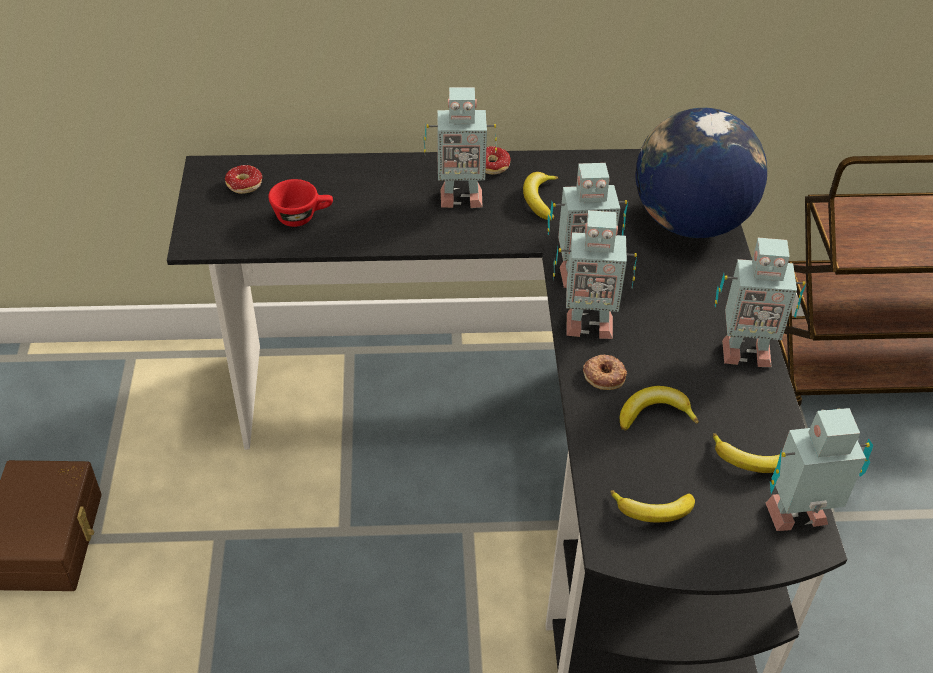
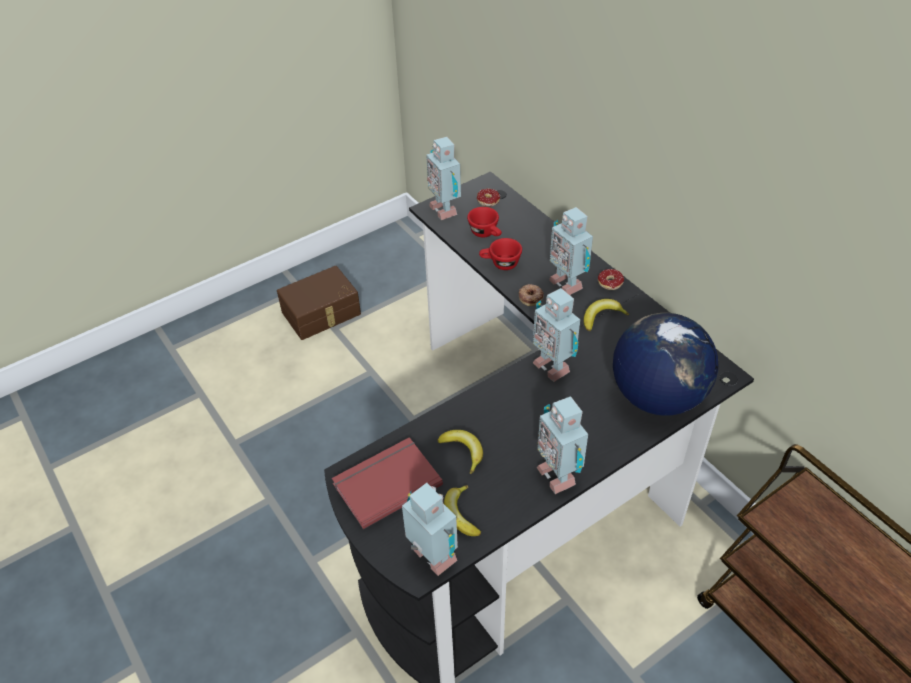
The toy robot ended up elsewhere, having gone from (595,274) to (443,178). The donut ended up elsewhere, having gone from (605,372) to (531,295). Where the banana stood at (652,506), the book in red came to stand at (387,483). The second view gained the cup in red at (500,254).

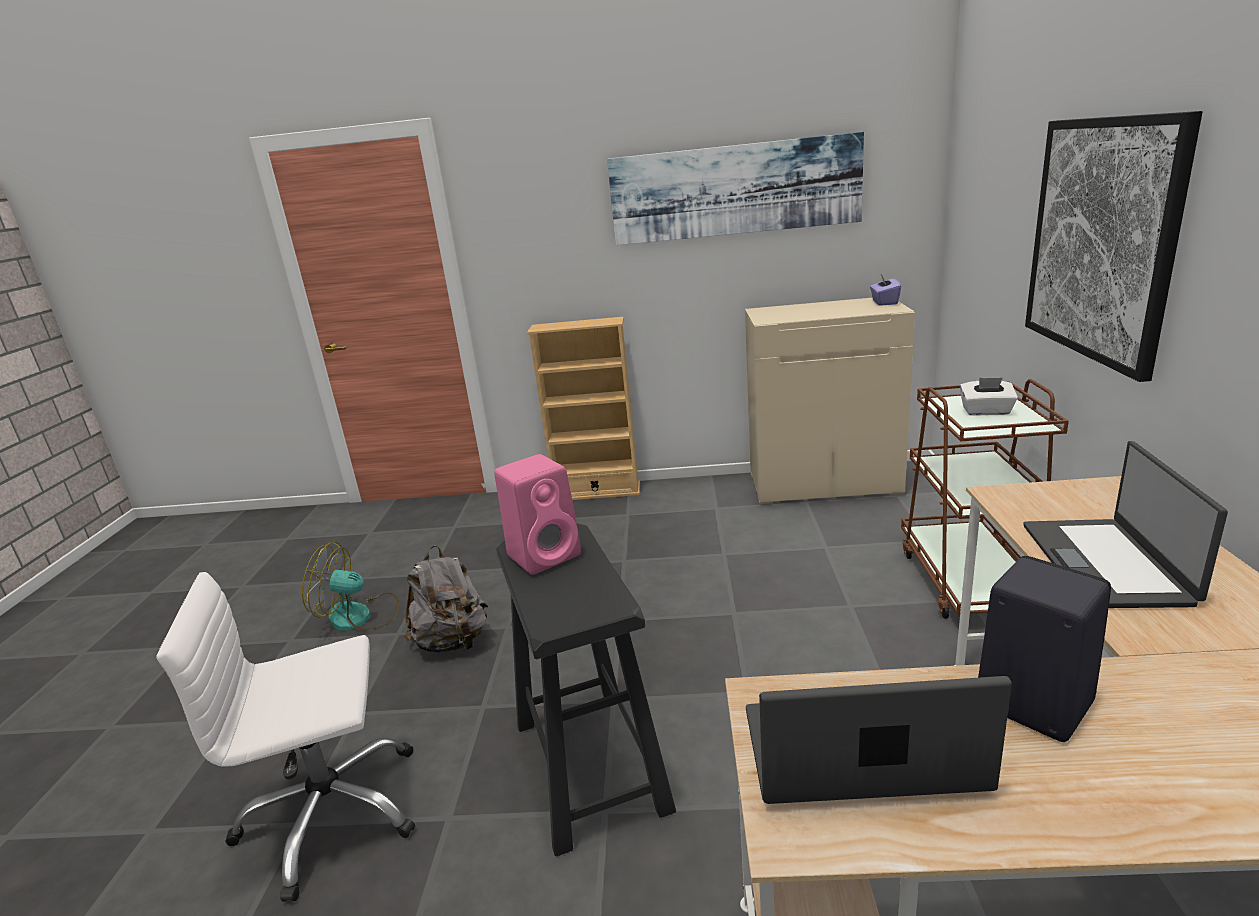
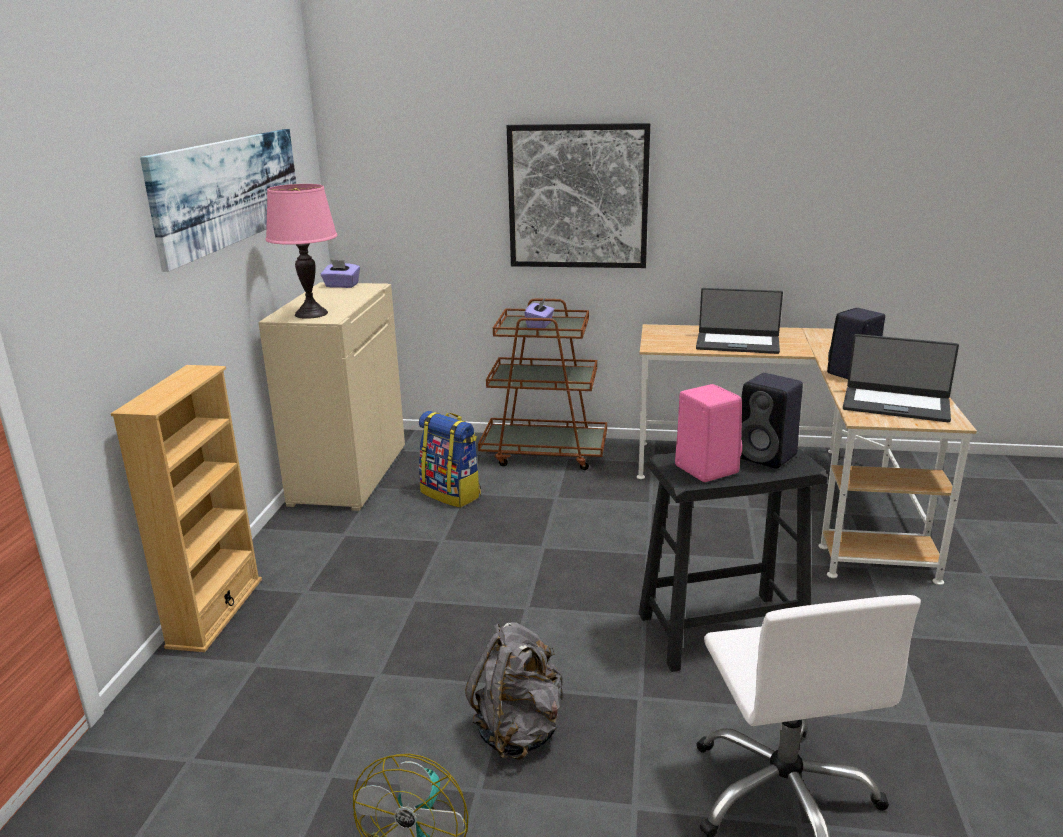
What was the tissue box in white at (989,397) turned into the tissue box in purple at (539,313). The laptop at (879,740) ended up facing another way, 75 degrees counterclockwise from before. The second view gained the table lamp in pink at (301,251). The second view gained the speaker in black at (771,421). The second view gained the backpack at (450,459).

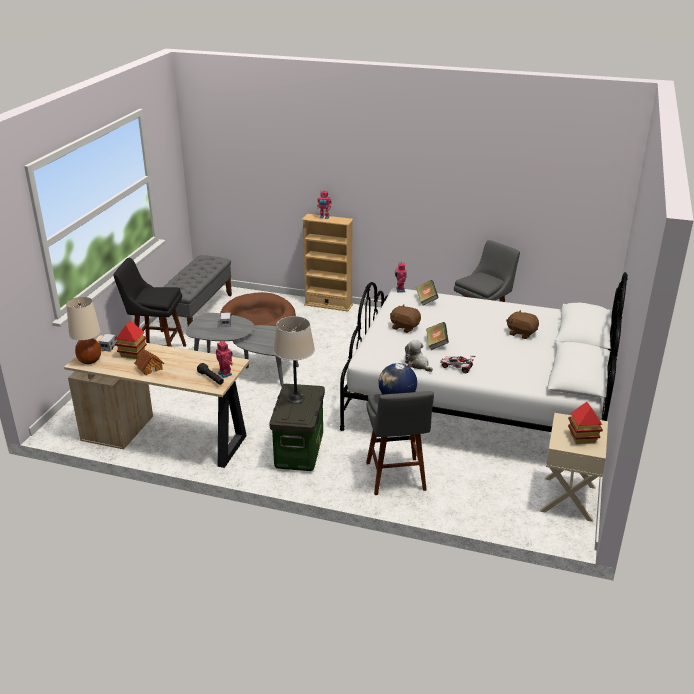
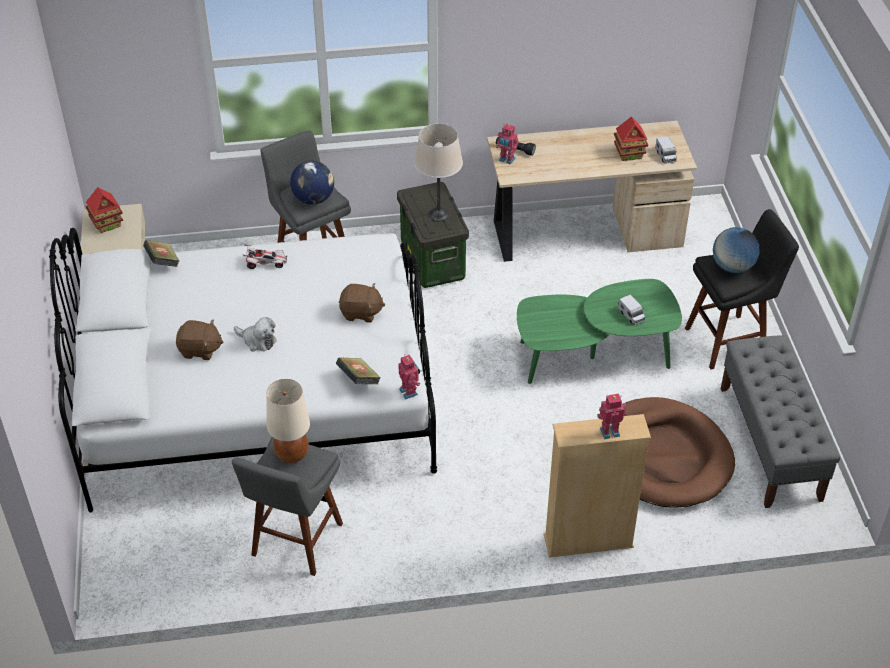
The table lamp in beige ended up elsewhere, having gone from (83,330) to (288,421). What was the coffee table in grey at (242,350) turned into the coffee table in green at (599,331). The book ended up elsewhere, having gone from (437,336) to (161,253). The plush toy ended up elsewhere, having gone from (419,356) to (255,334). The second view lost the toy house at (149,362). The second view gained the globe at (736,250).

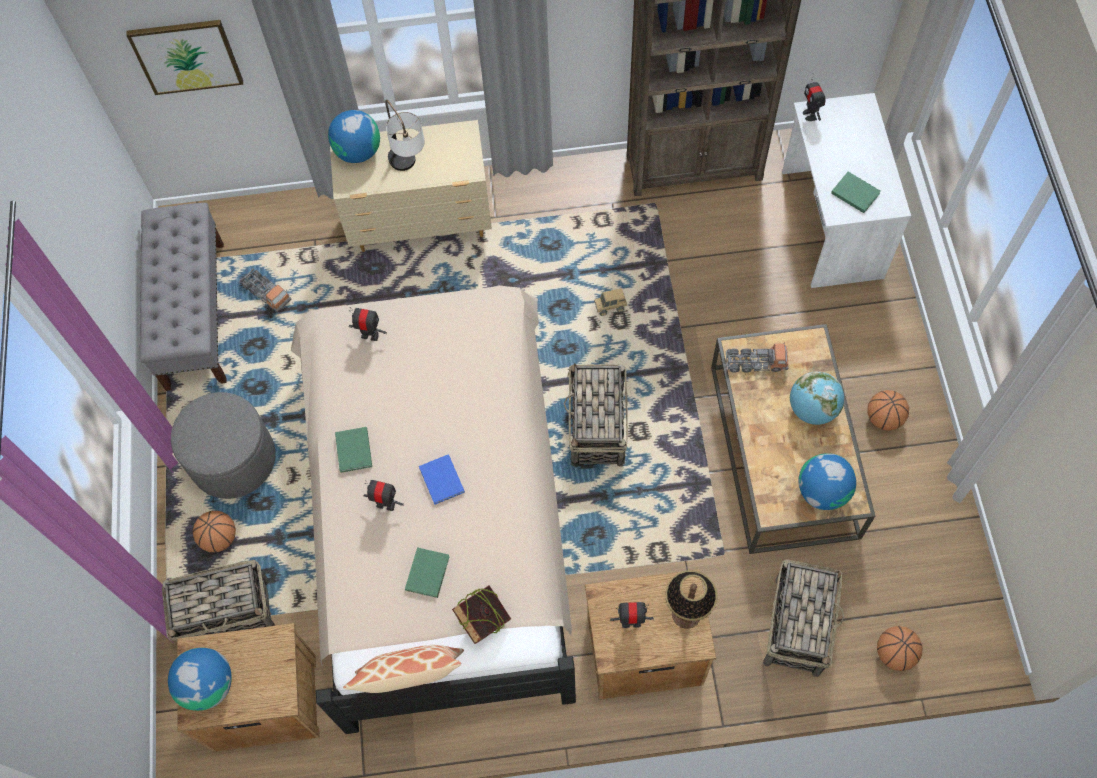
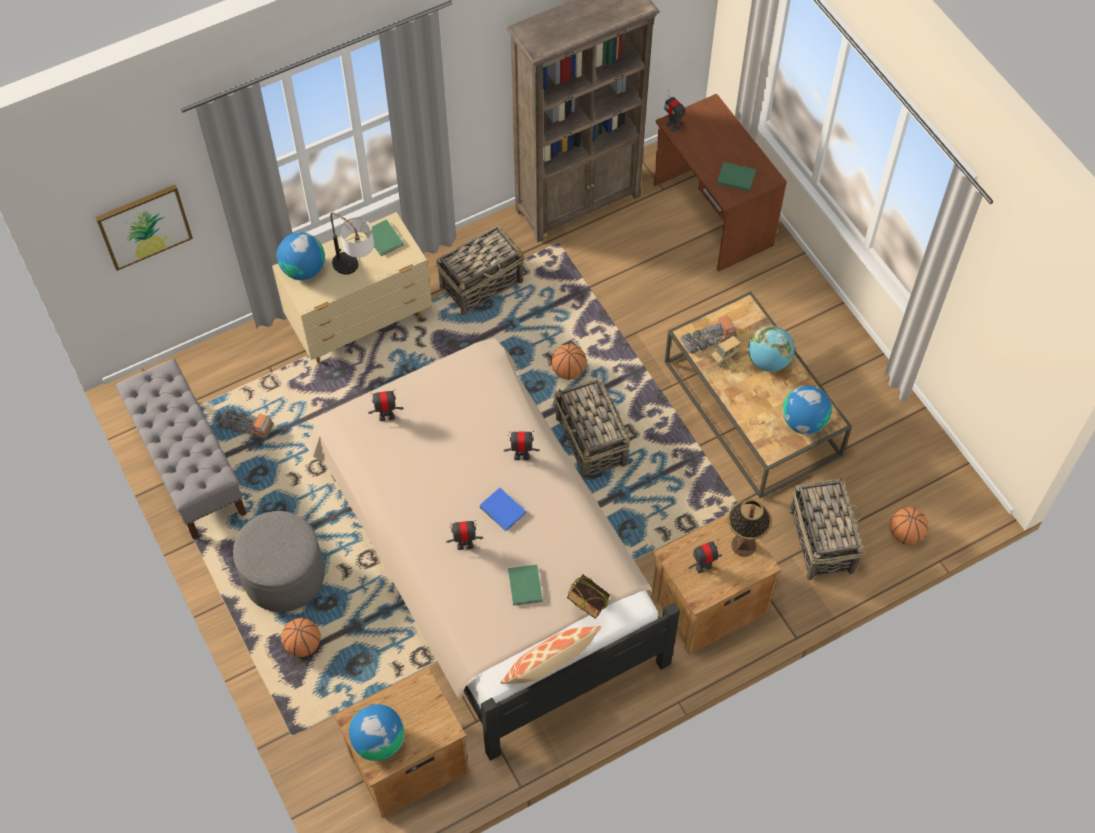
What was the desk in white at (846,190) turned into the desk in brown at (720,183). The toy truck ended up elsewhere, having gone from (610,302) to (725,351). The basketball ended up elsewhere, having gone from (888,410) to (569,362). The book in green ended up elsewhere, having gone from (353,450) to (384,237). The basket ended up elsewhere, having gone from (218,601) to (480,270). The second view gained the toy robot at (522,445).

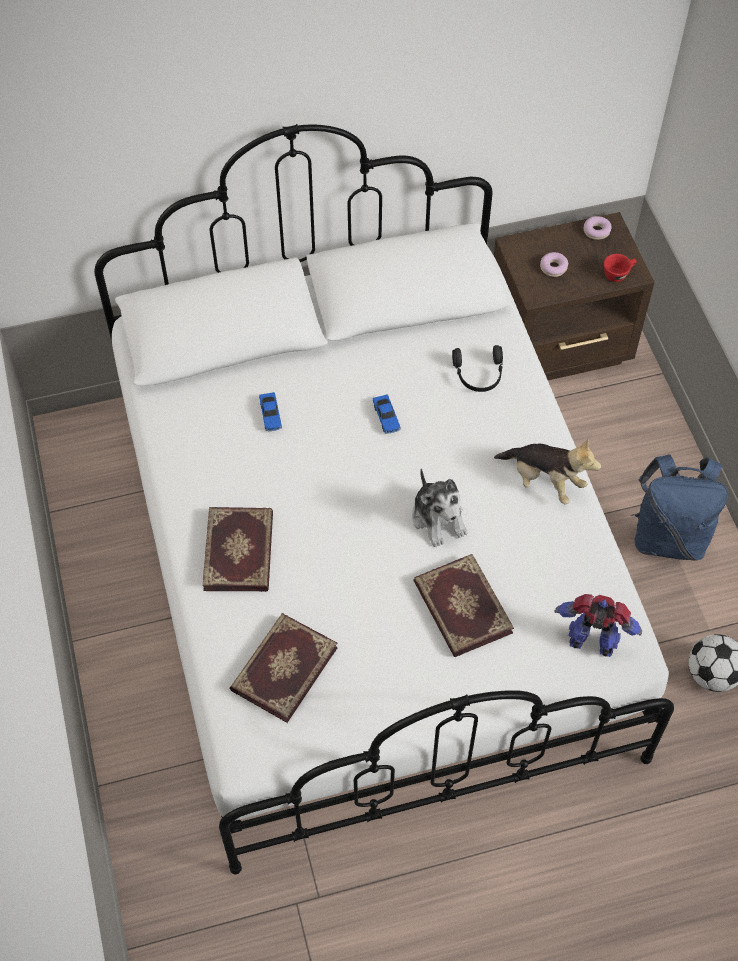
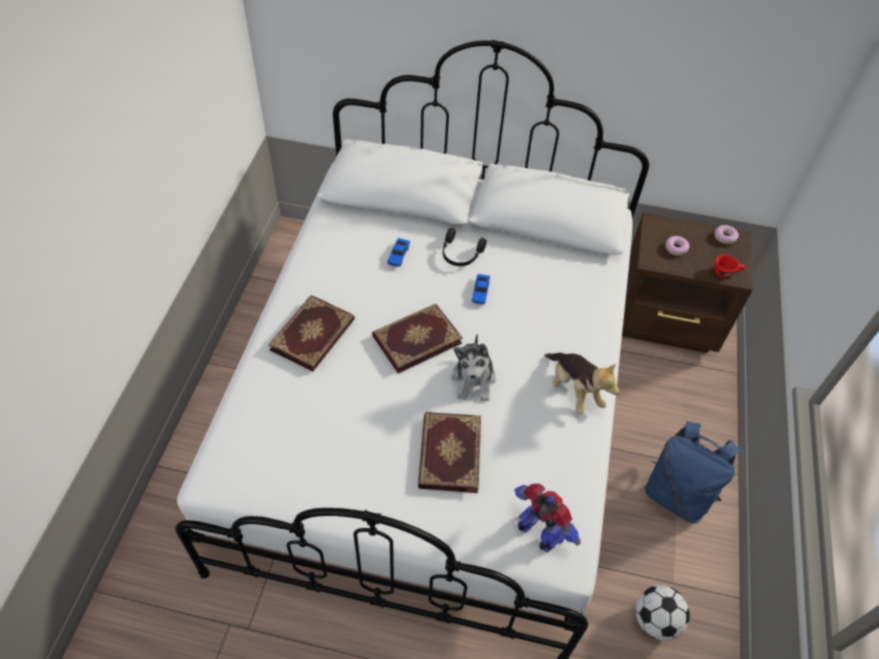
The headphones in black ended up elsewhere, having gone from (477,368) to (465,247). The book ended up elsewhere, having gone from (284,668) to (417,338).

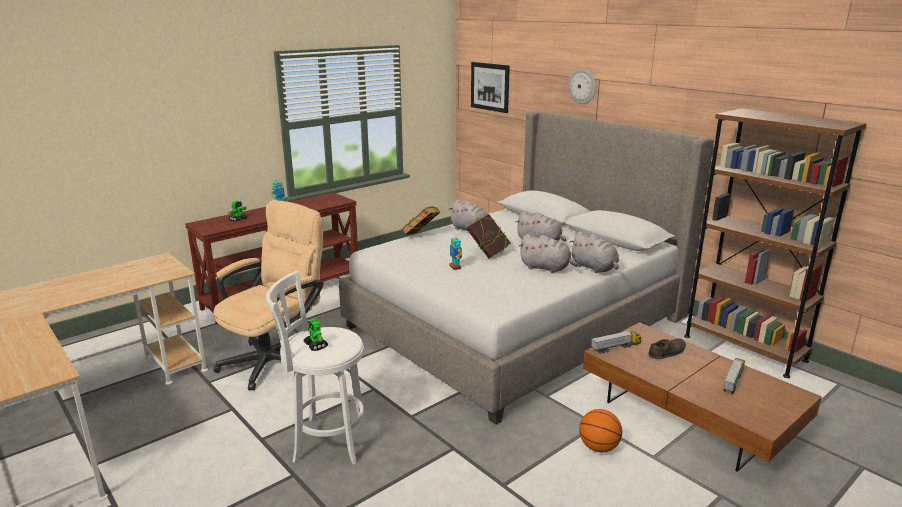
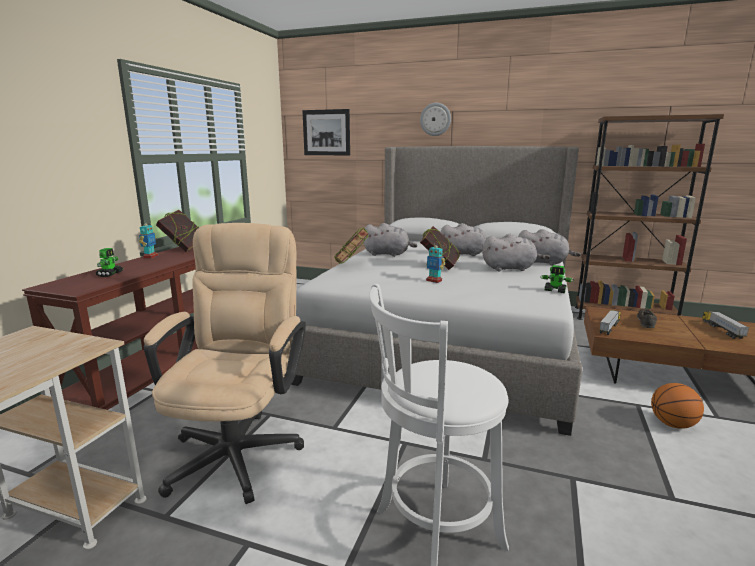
The toy robot ended up elsewhere, having gone from (315,334) to (557,279). The second view gained the book at (177,231).

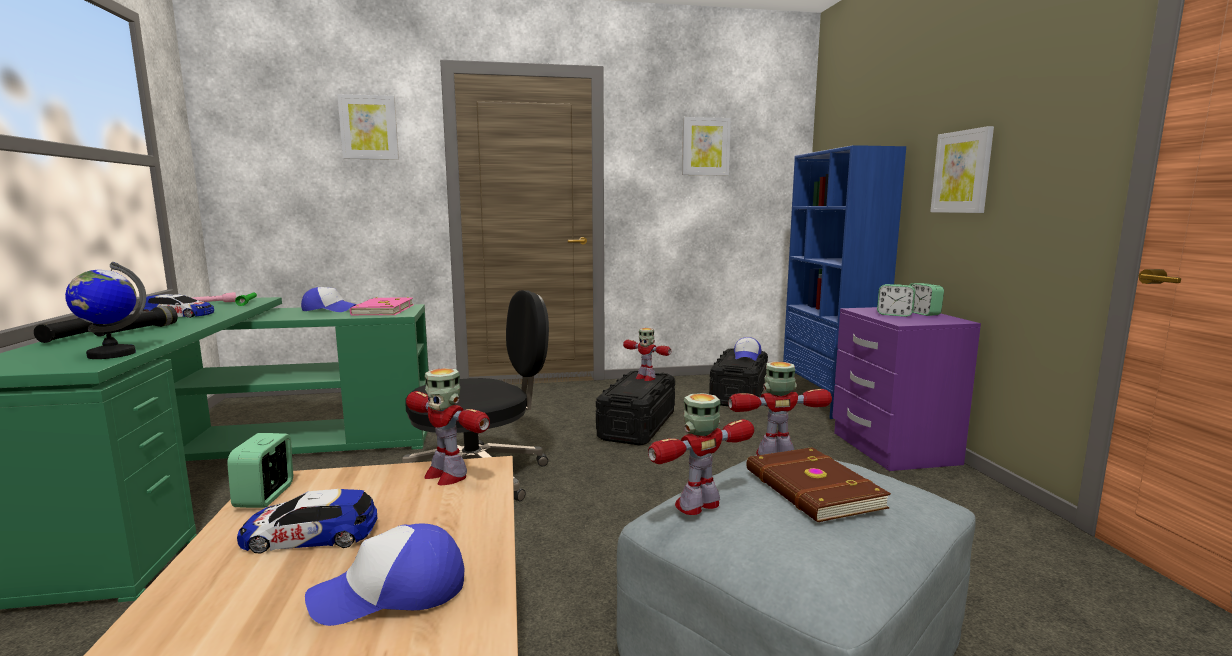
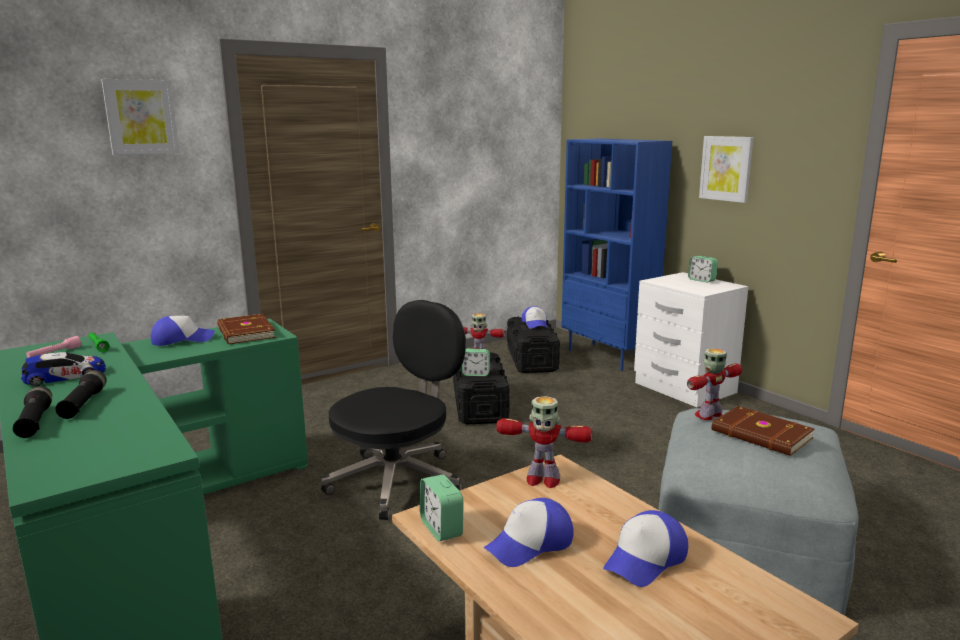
The second view lost the picture at (706,146). The second view lost the globe at (105,310). The alarm clock ended up elsewhere, having gone from (896,300) to (476,362). What was the book in pink at (381,306) turned into the book in brown at (246,329). What was the nightstand in purple at (906,389) turned into the nightstand in white at (691,339). The second view lost the toy robot at (701,454). Where the toy car stood at (307,521), the cap came to stand at (528,532).

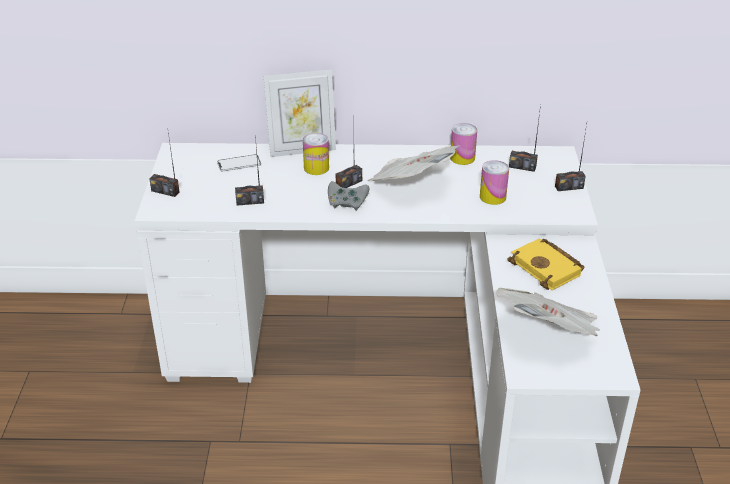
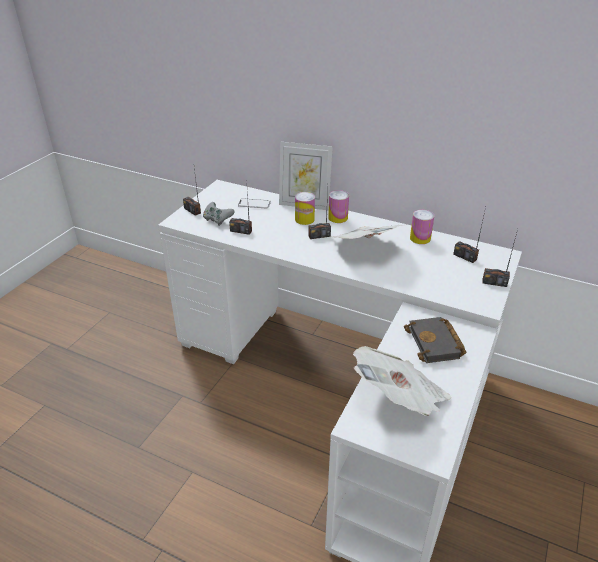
The can ended up elsewhere, having gone from (494,182) to (338,206). The game controller in grey ended up elsewhere, having gone from (348,196) to (218,214). What was the book in yellow at (545,264) turned into the book in black at (435,340).

